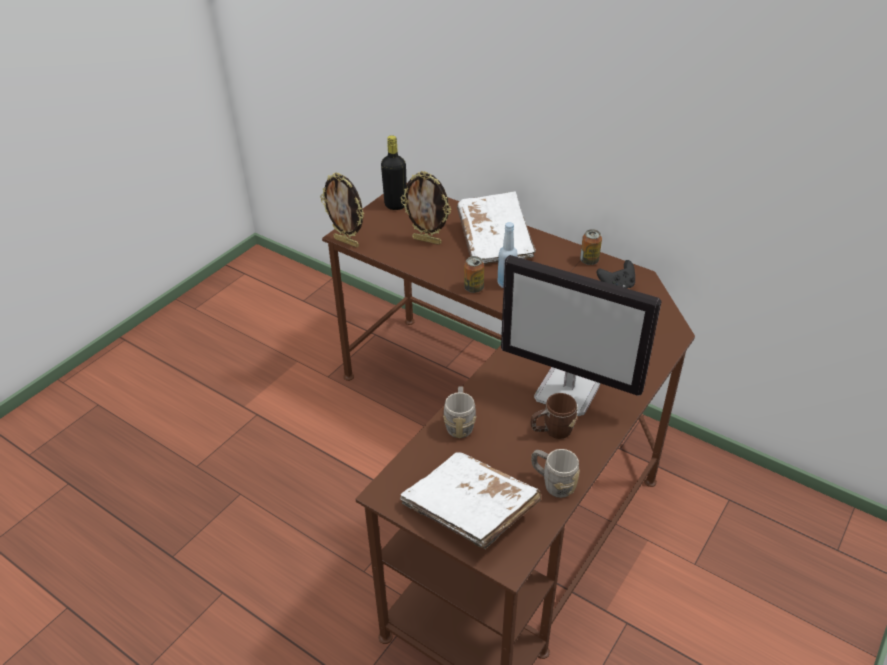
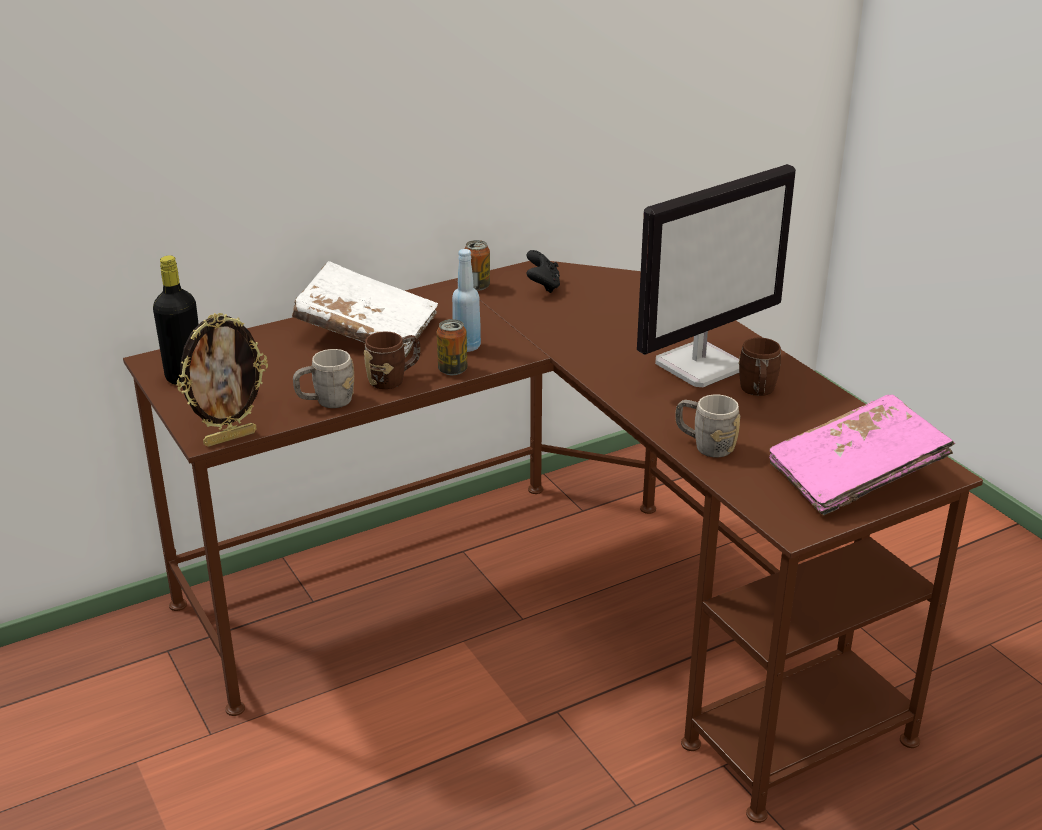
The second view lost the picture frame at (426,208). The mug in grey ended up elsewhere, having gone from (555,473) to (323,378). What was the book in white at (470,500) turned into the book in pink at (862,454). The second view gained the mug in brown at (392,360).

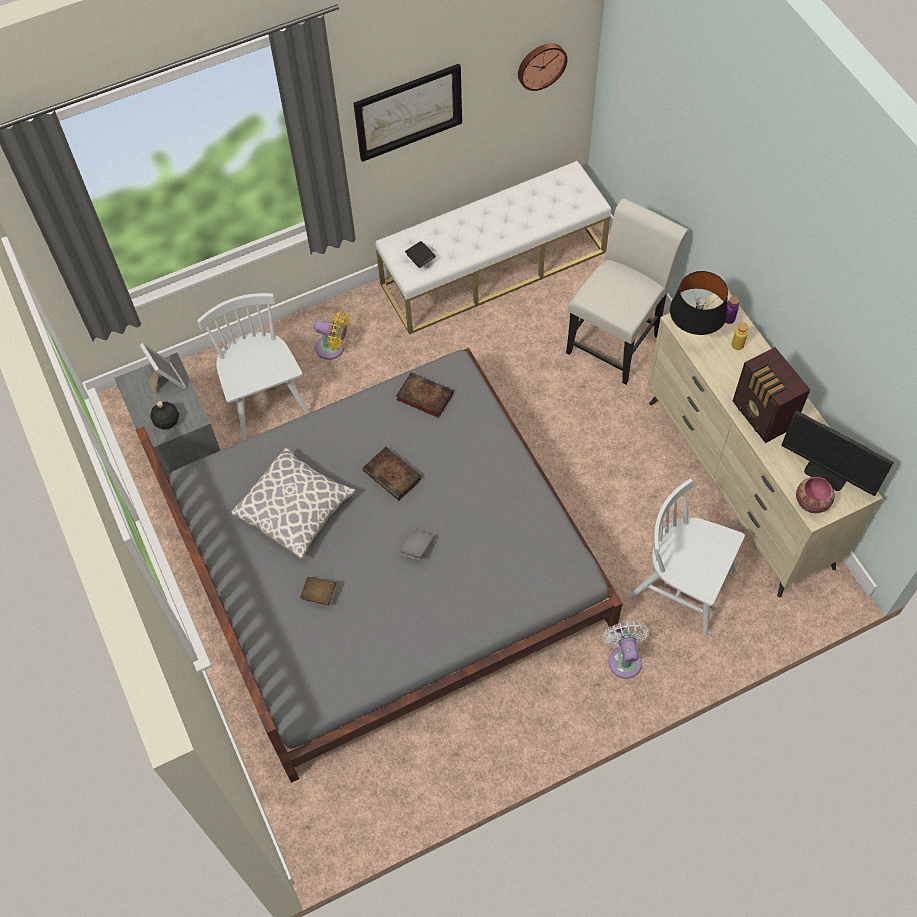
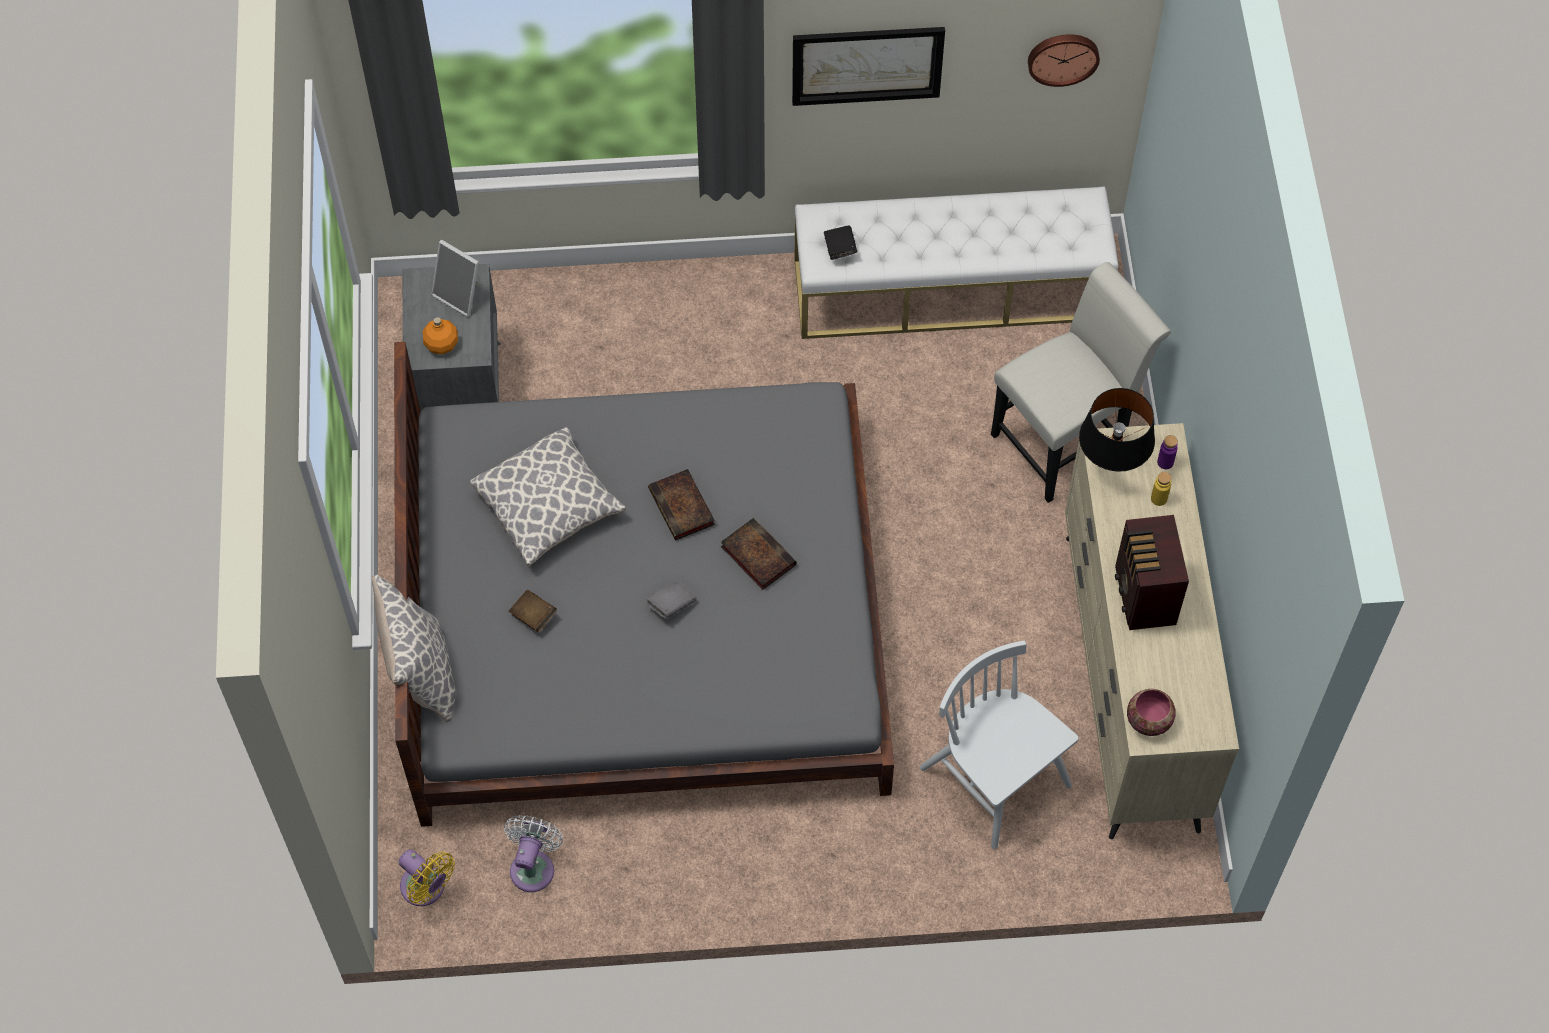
The second view lost the chair in white at (253,367). The fan in yellow ended up elsewhere, having gone from (331,335) to (427,877). The picture frame at (163,369) ended up facing another way, 135 degrees clockwise from before. The book ended up elsewhere, having gone from (425,395) to (759,554). What was the bottle in black at (164,415) turned into the bottle in orange at (440,335). The second view lost the monitor at (838,453). The fan in white ended up elsewhere, having gone from (626,650) to (533,853). The second view gained the pillow at (414,648).

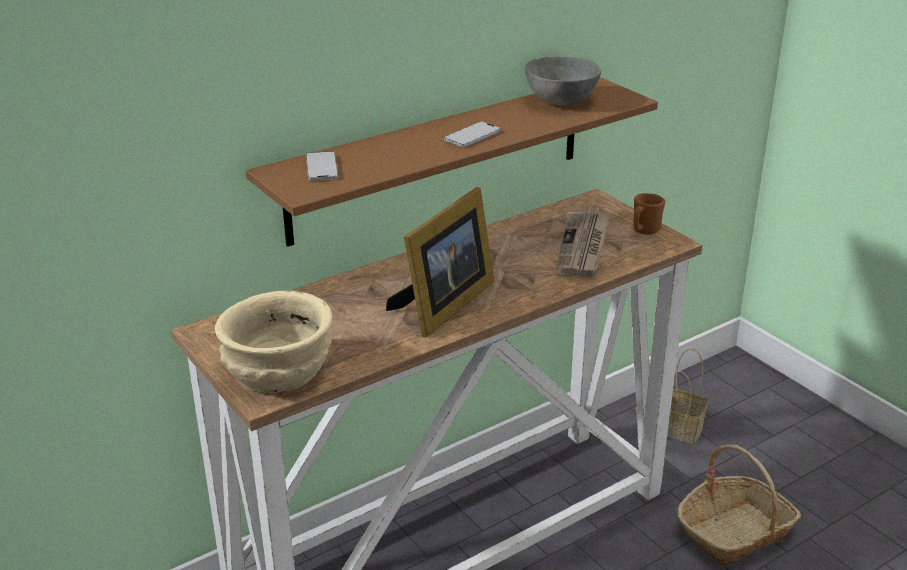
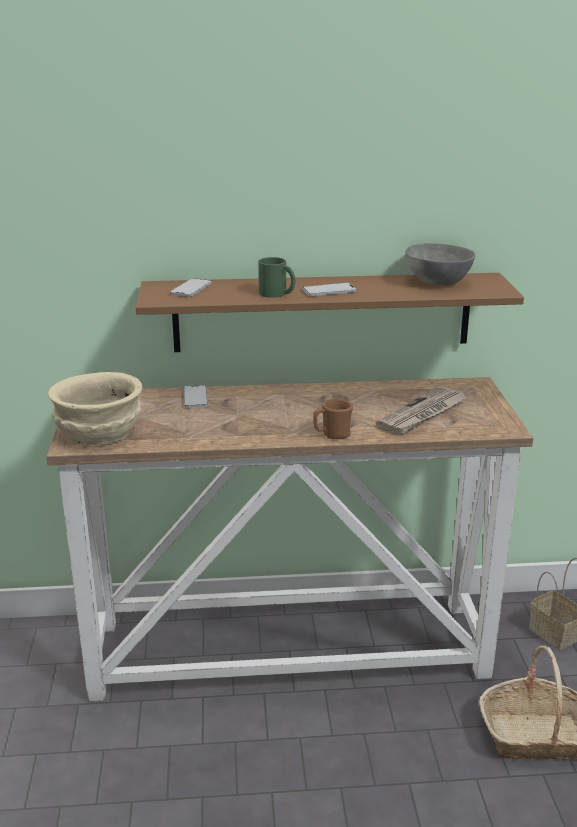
The second view lost the picture frame at (440,262). The mug in brown ended up elsewhere, having gone from (649,214) to (333,419). The second view gained the mug in green at (276,277). The second view gained the phone at (196,396).

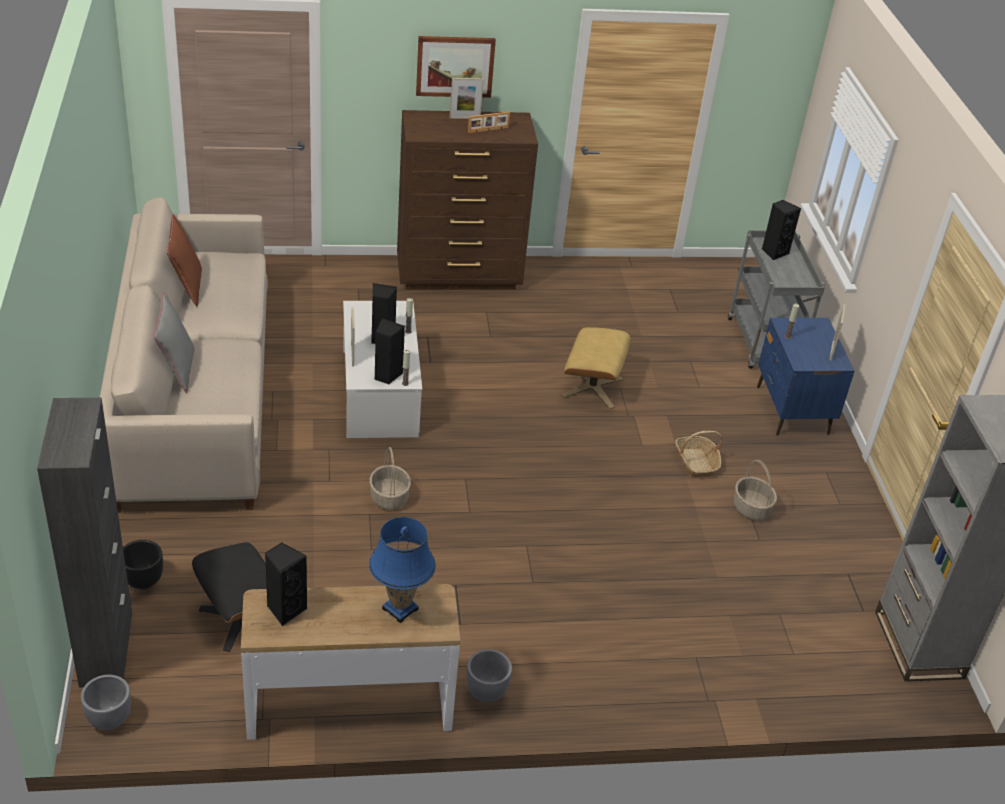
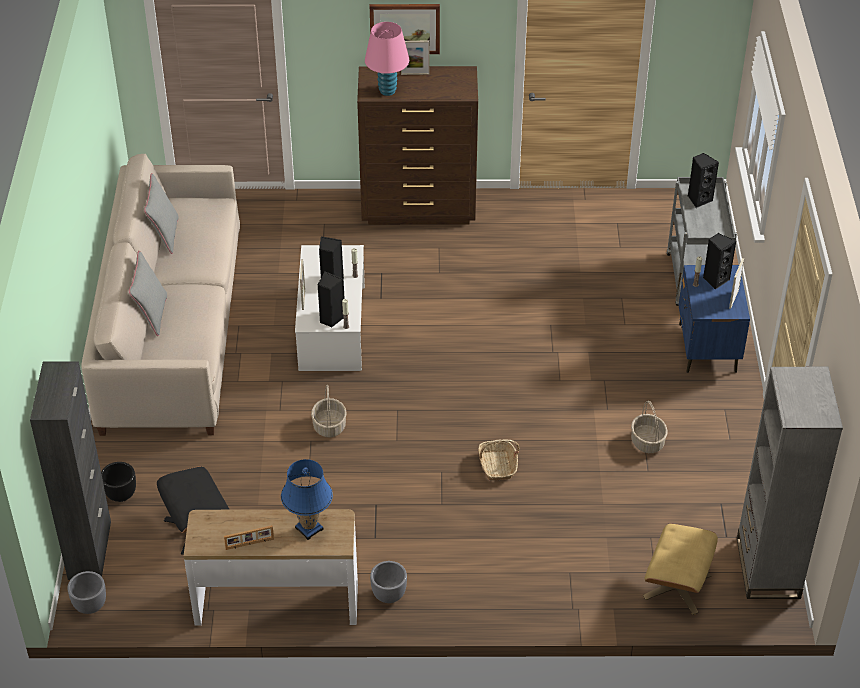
The picture frame ended up elsewhere, having gone from (489,122) to (249,537). What was the pillow in brown at (184,261) turned into the pillow in grey at (161,213). The ottoman in beige ended up elsewhere, having gone from (595,368) to (680,569). The basket ended up elsewhere, having gone from (699,454) to (498,459). The speaker in black ended up elsewhere, having gone from (286,584) to (719,261). The second view gained the table lamp in pink at (387,59).

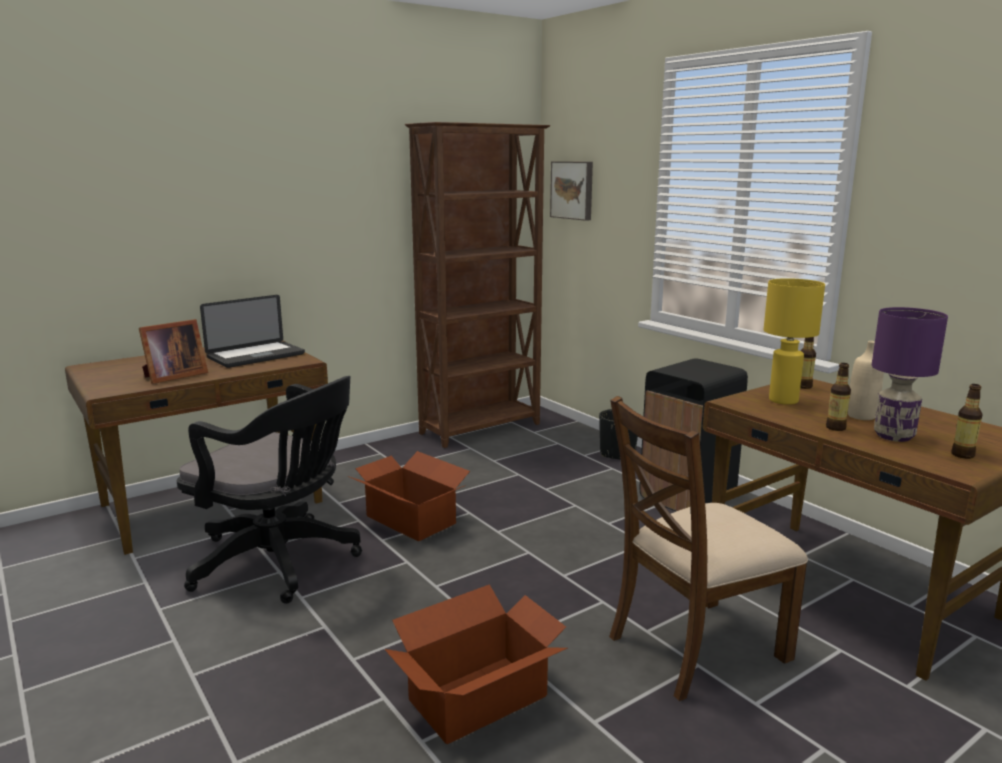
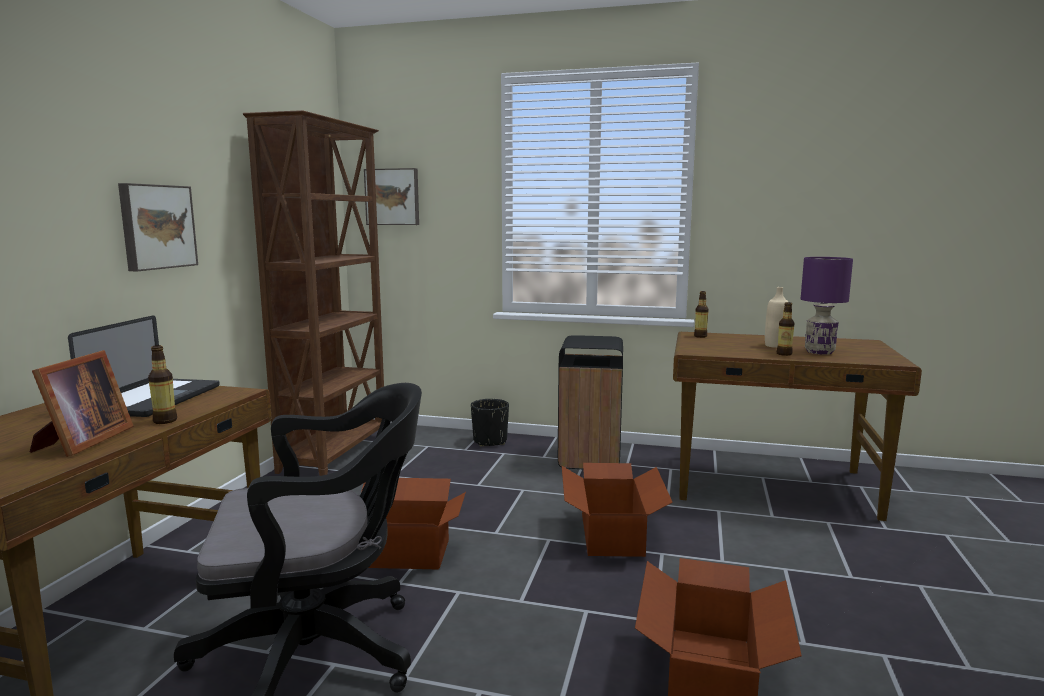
The second view lost the table lamp in yellow at (794,341). The bottle ended up elsewhere, having gone from (967,421) to (162,384). The second view lost the chair in brown at (708,548). The second view gained the picture at (158,227). The second view gained the cardboard box at (617,510).

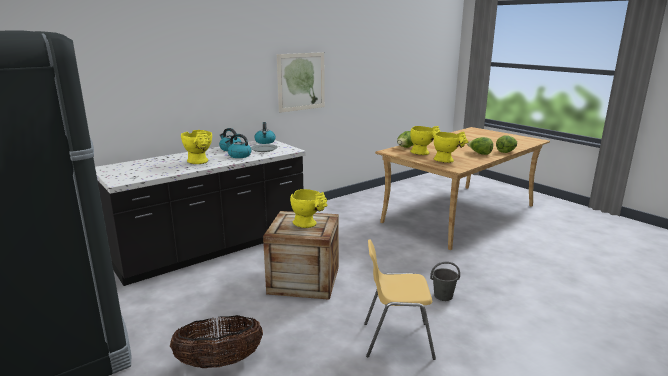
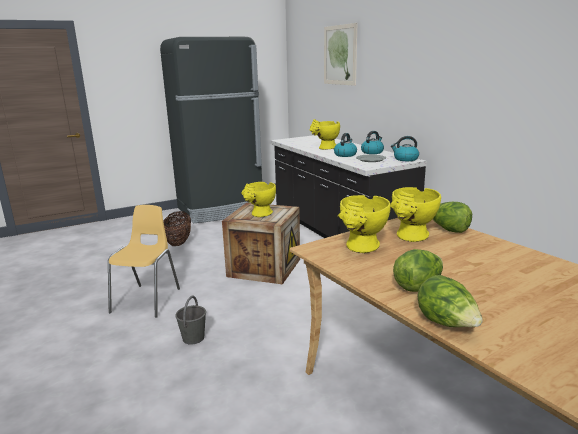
The picture ended up elsewhere, having gone from (301,82) to (340,54).

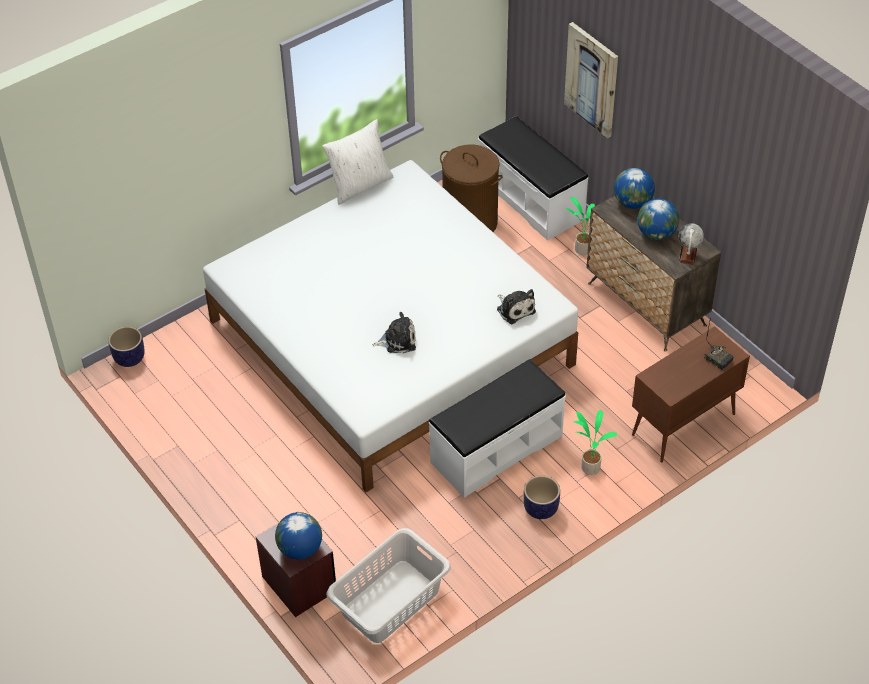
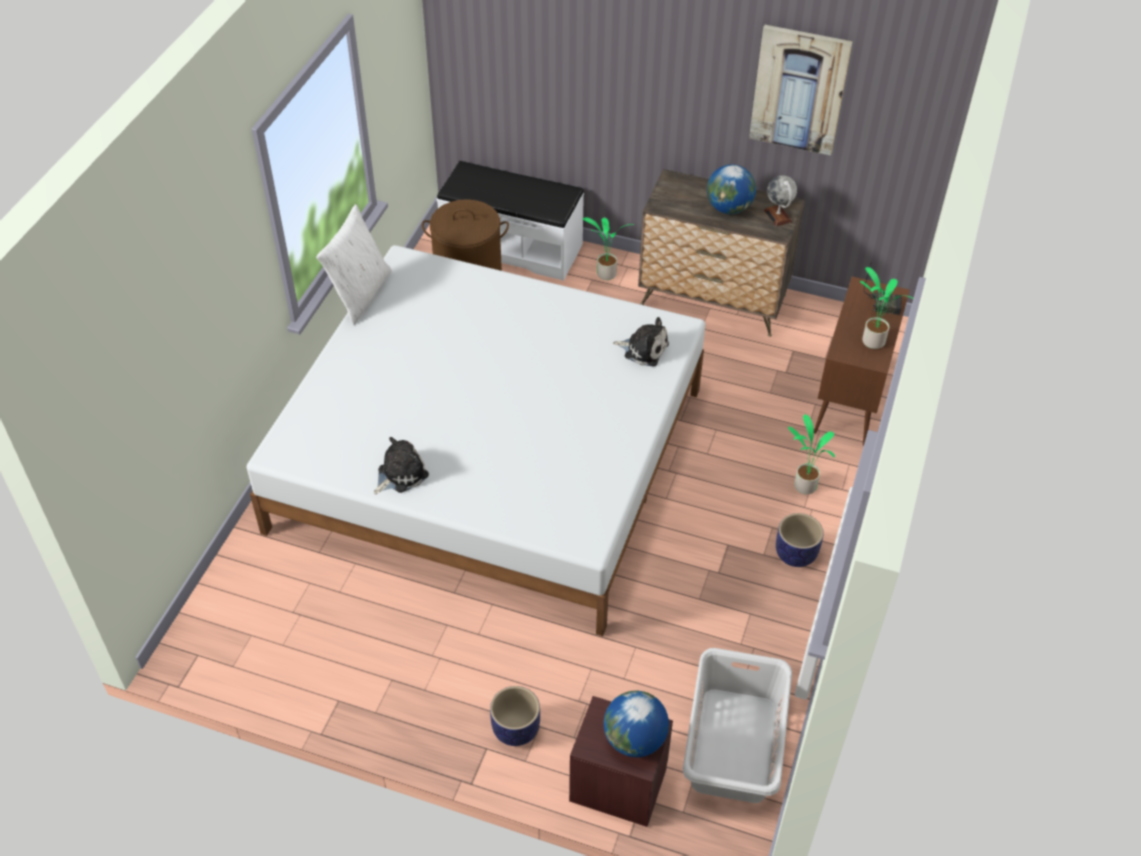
The picture ended up elsewhere, having gone from (591,80) to (801,90). The second view lost the globe at (634,188). The plush toy ended up elsewhere, having gone from (394,332) to (401,466). The planter ended up elsewhere, having gone from (126,346) to (515,716). The second view lost the bench in white at (497,428). The second view gained the potted plant at (887,308).

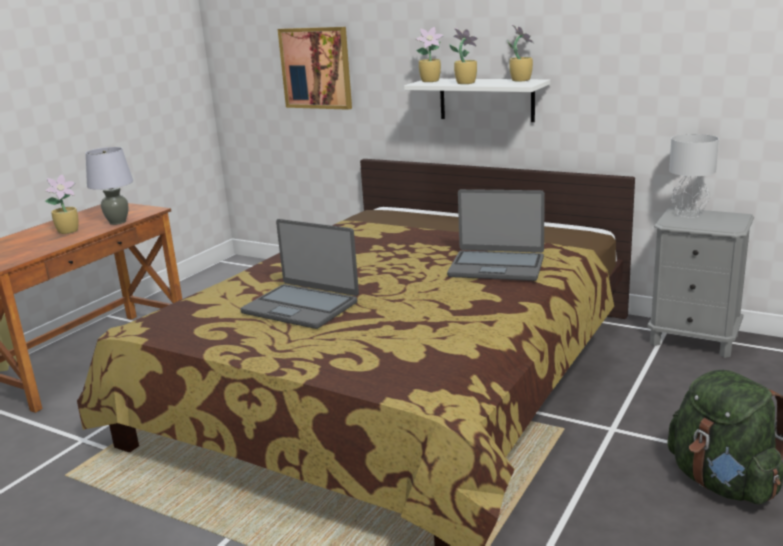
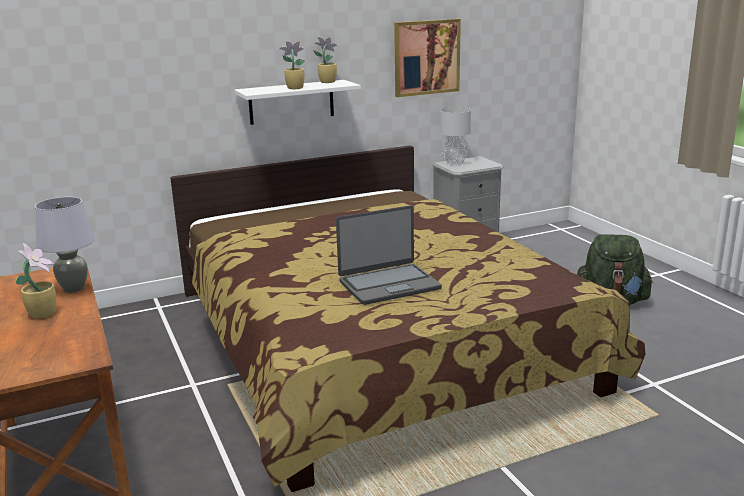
The picture ended up elsewhere, having gone from (315,68) to (427,58). The second view lost the potted plant at (430,54). The second view lost the laptop at (496,235).

